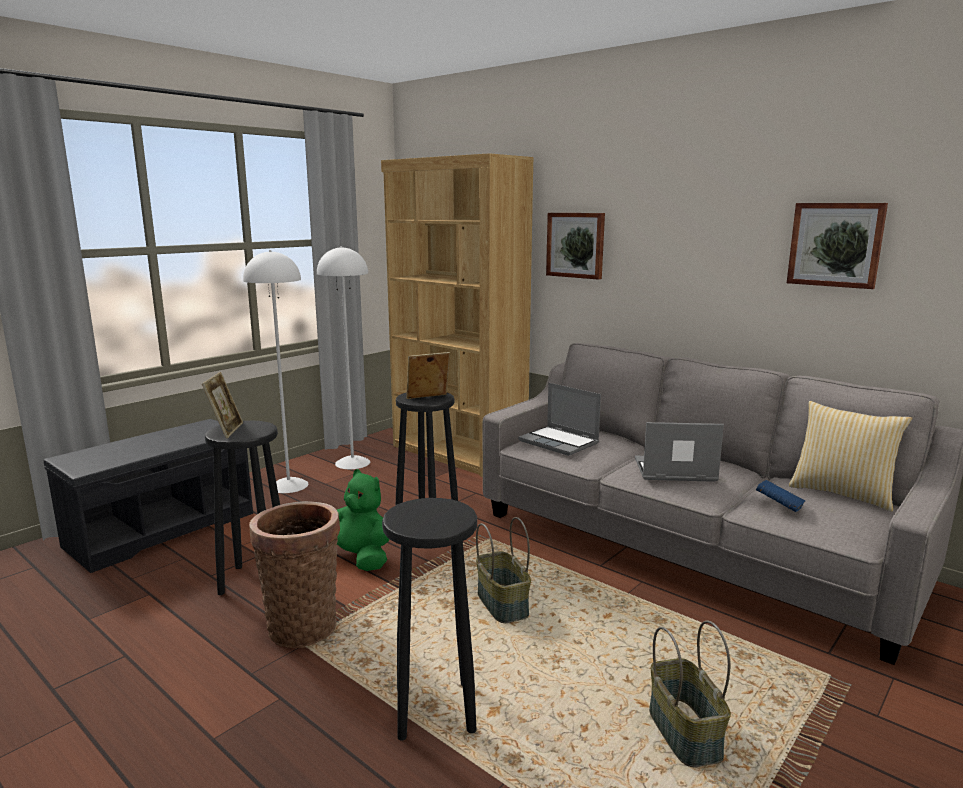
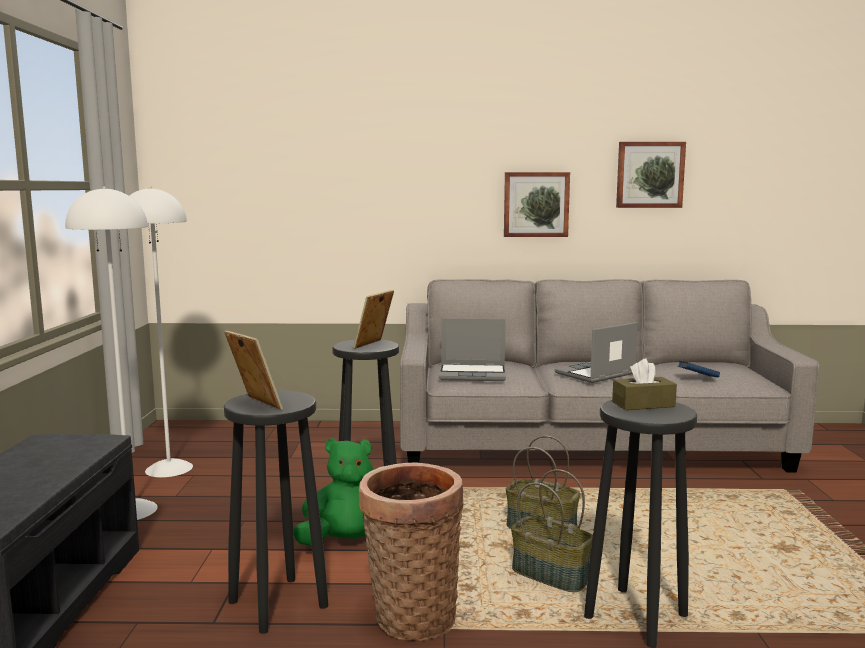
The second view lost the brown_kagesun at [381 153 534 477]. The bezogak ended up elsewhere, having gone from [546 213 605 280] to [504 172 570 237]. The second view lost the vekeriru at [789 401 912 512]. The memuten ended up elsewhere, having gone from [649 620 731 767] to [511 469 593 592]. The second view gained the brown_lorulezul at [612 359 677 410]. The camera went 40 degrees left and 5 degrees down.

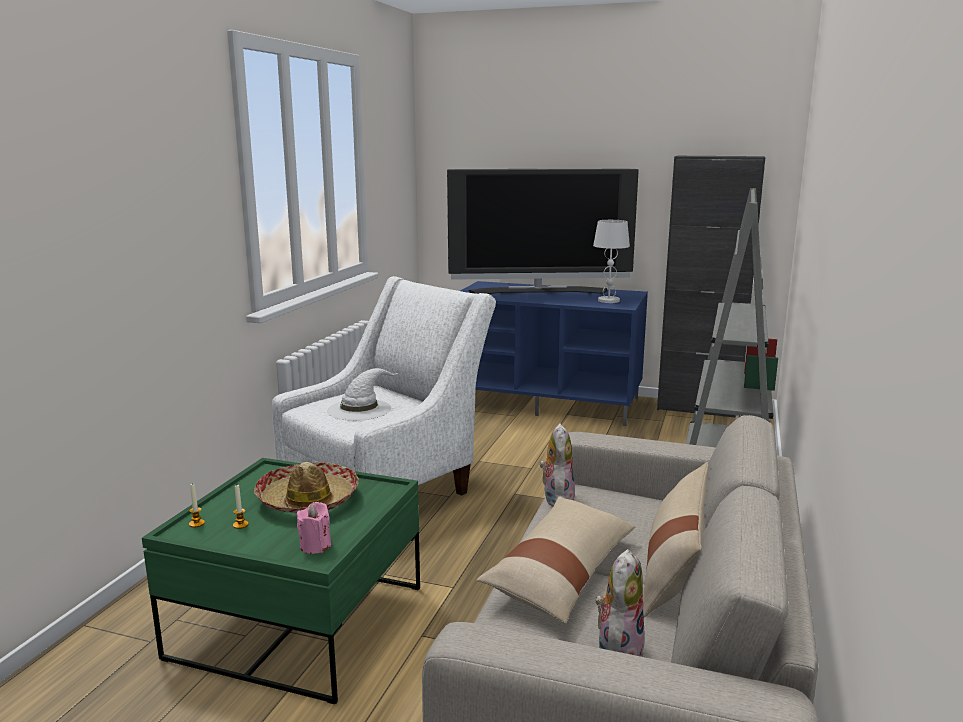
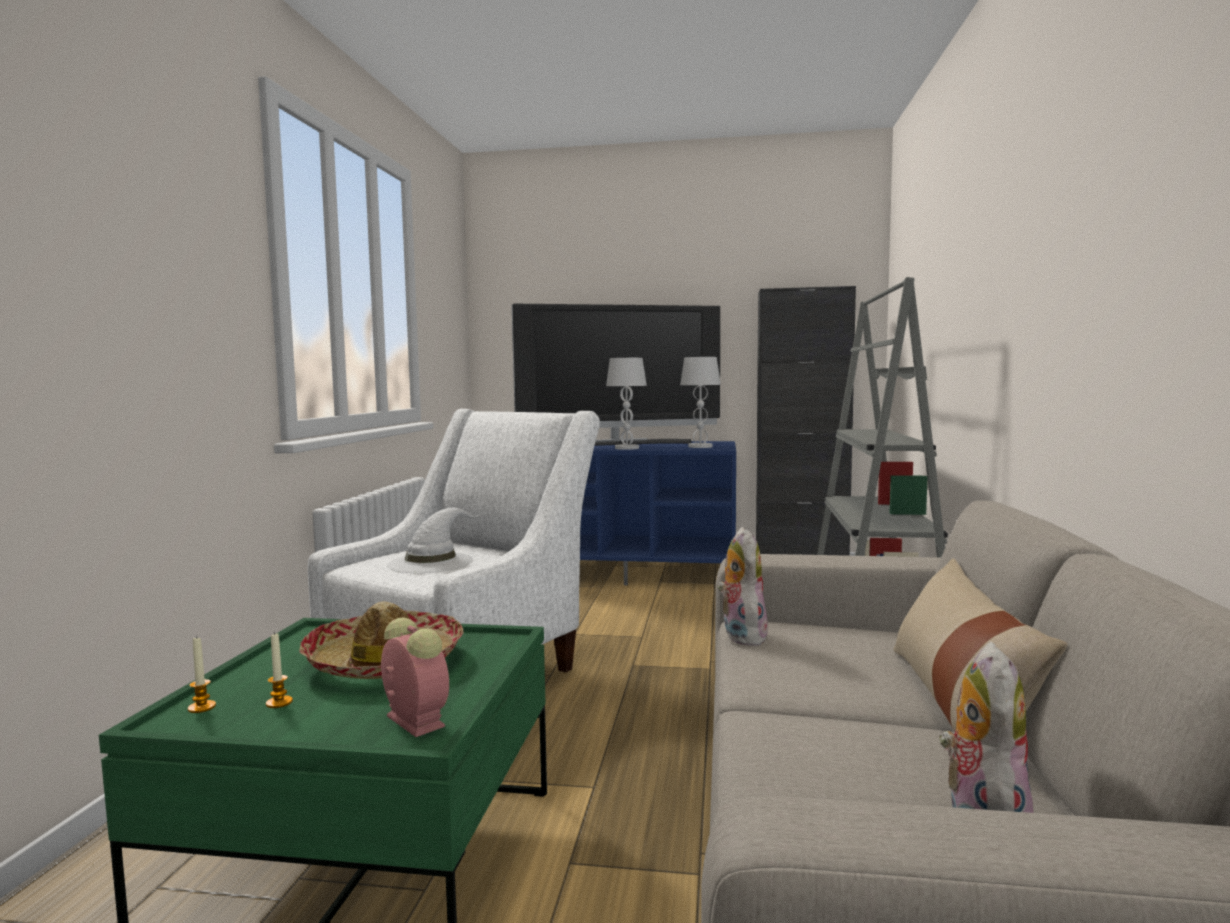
The second view lost the beige_vekeriru at [477 496 636 624]. Where the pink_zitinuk stood at [297 502 331 554], the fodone came to stand at [381 617 449 737]. The second view gained the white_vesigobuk at [606 358 647 450]. The camera went 10 degrees left and 10 degrees down.

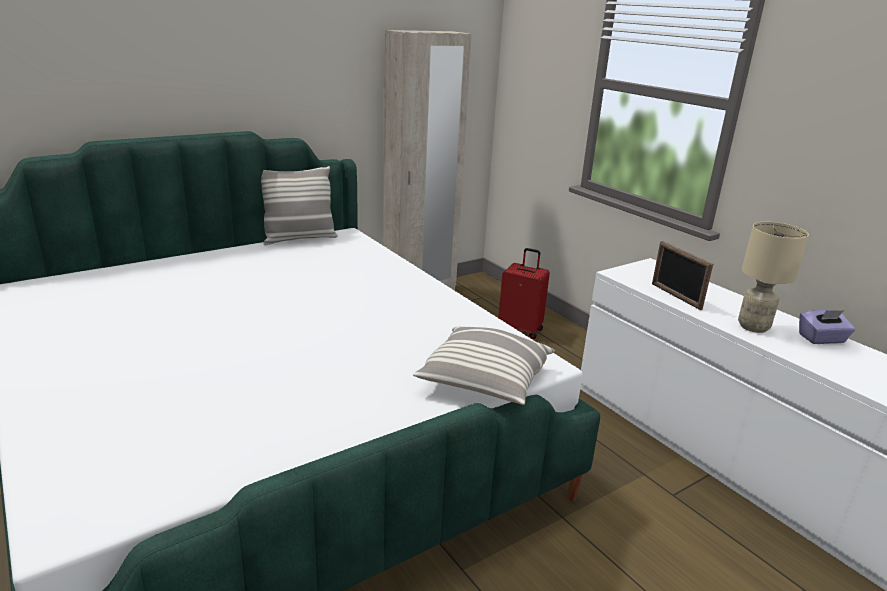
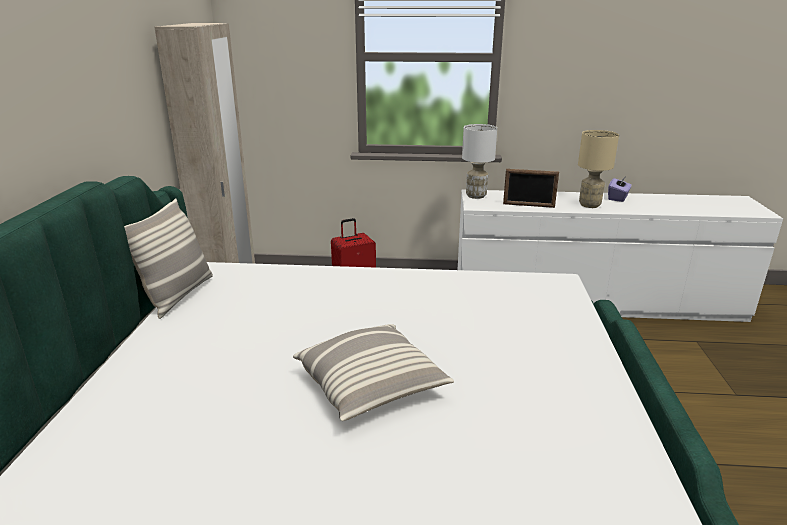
The vekeriru ended up elsewhere, having gone from [413 326 555 405] to [293 324 454 421]. The second view gained the white_vesigobuk at [462 124 497 199]. The camera went 50 degrees left and 0 degrees up.

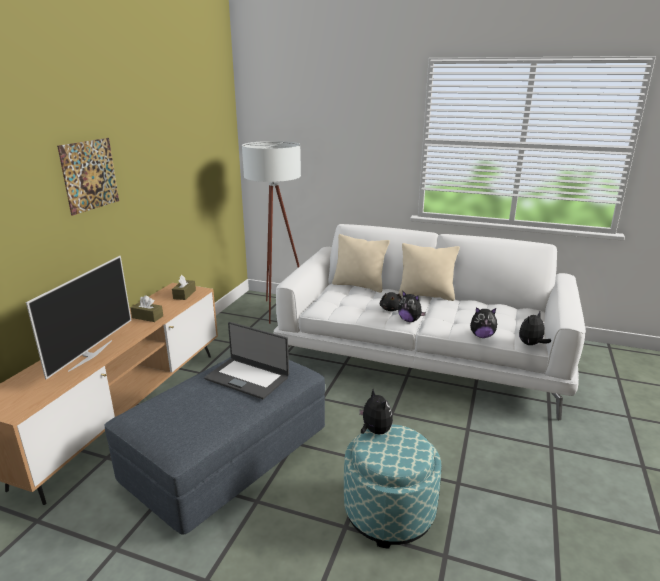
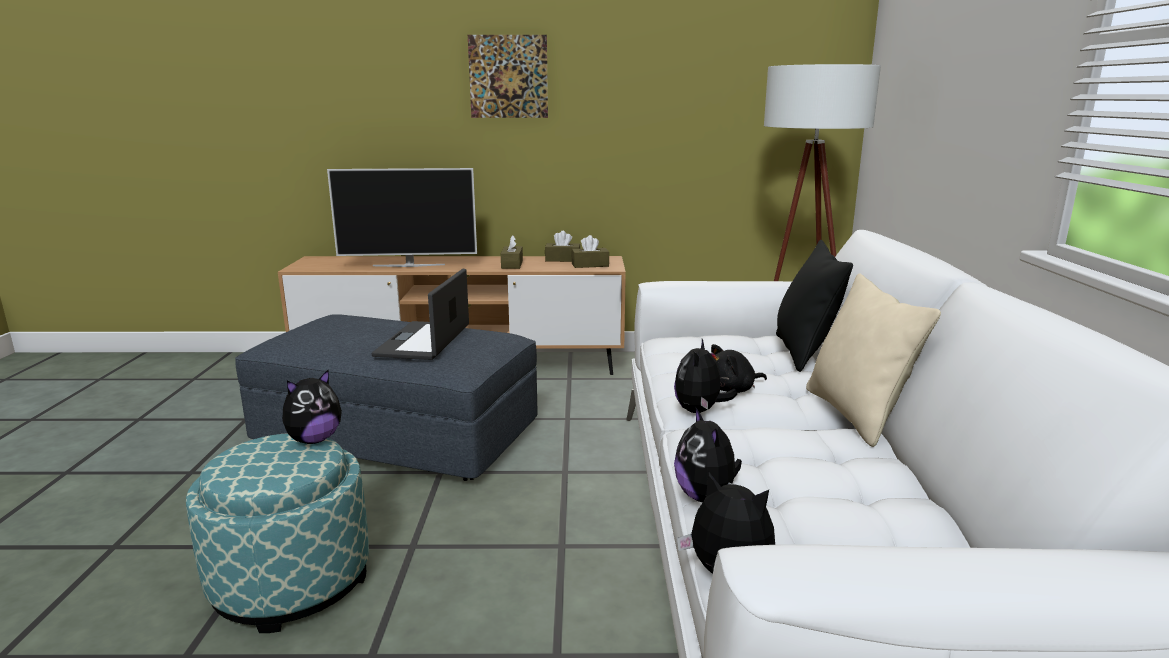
What was the beige_vekeriru at [332 234 390 293] turned into the black_vekeriru at [776 240 853 372]. The second view gained the brown_lorulezul at [545 231 580 262]. The camera went 70 degrees right and 5 degrees down.

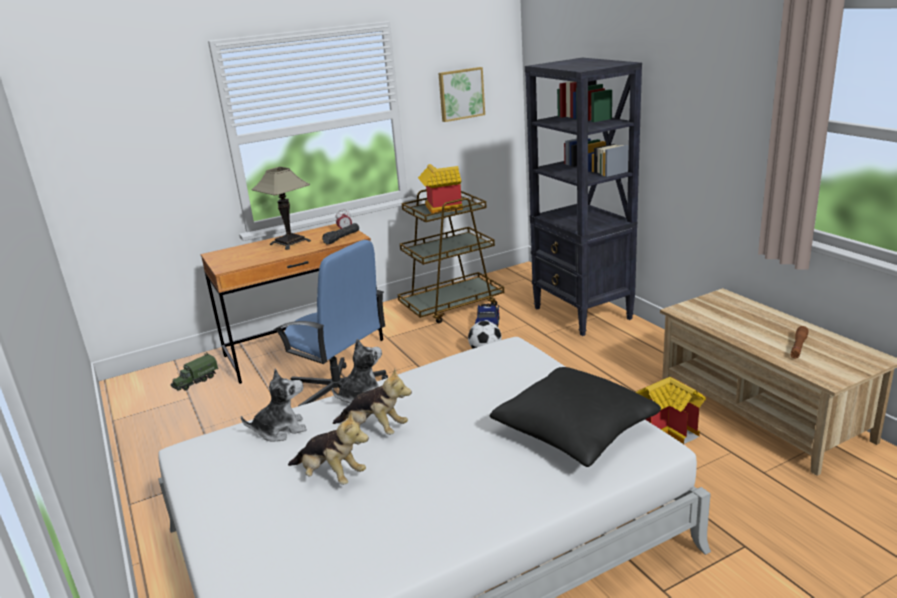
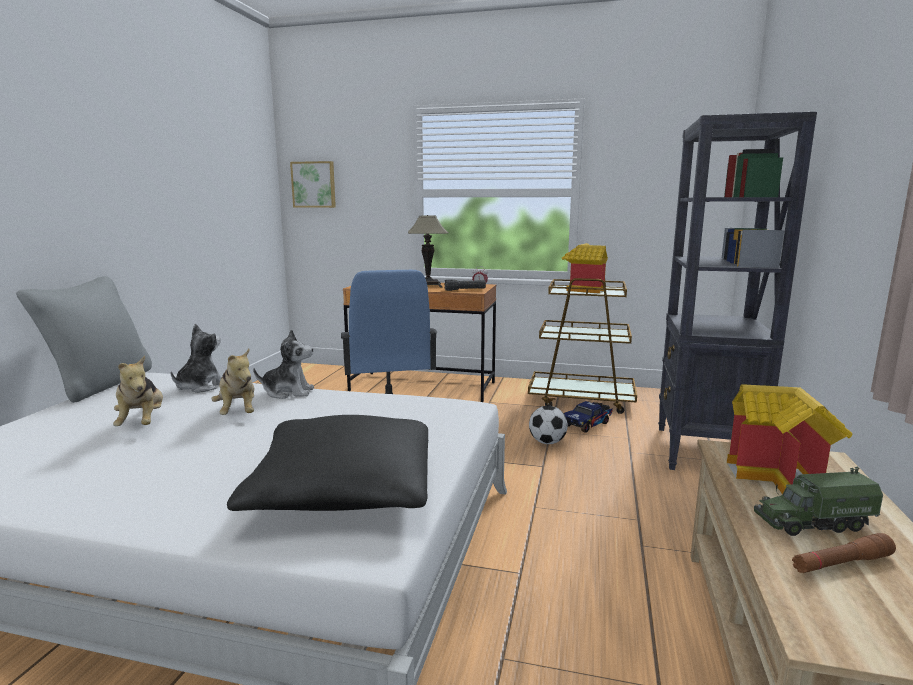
The bezogak ended up elsewhere, having gone from [438 67 485 122] to [290 161 336 208]. The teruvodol ended up elsewhere, having gone from [171 352 218 391] to [754 466 883 536]. The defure at [241 368 307 442] ended up facing another way, 90 degrees counterclockwise from before. The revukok ended up elsewhere, having gone from [636 377 706 444] to [727 384 852 494]. The second view gained the grey_vekeriru at [16 276 152 403]. The camera went 40 degrees right and 10 degrees down.

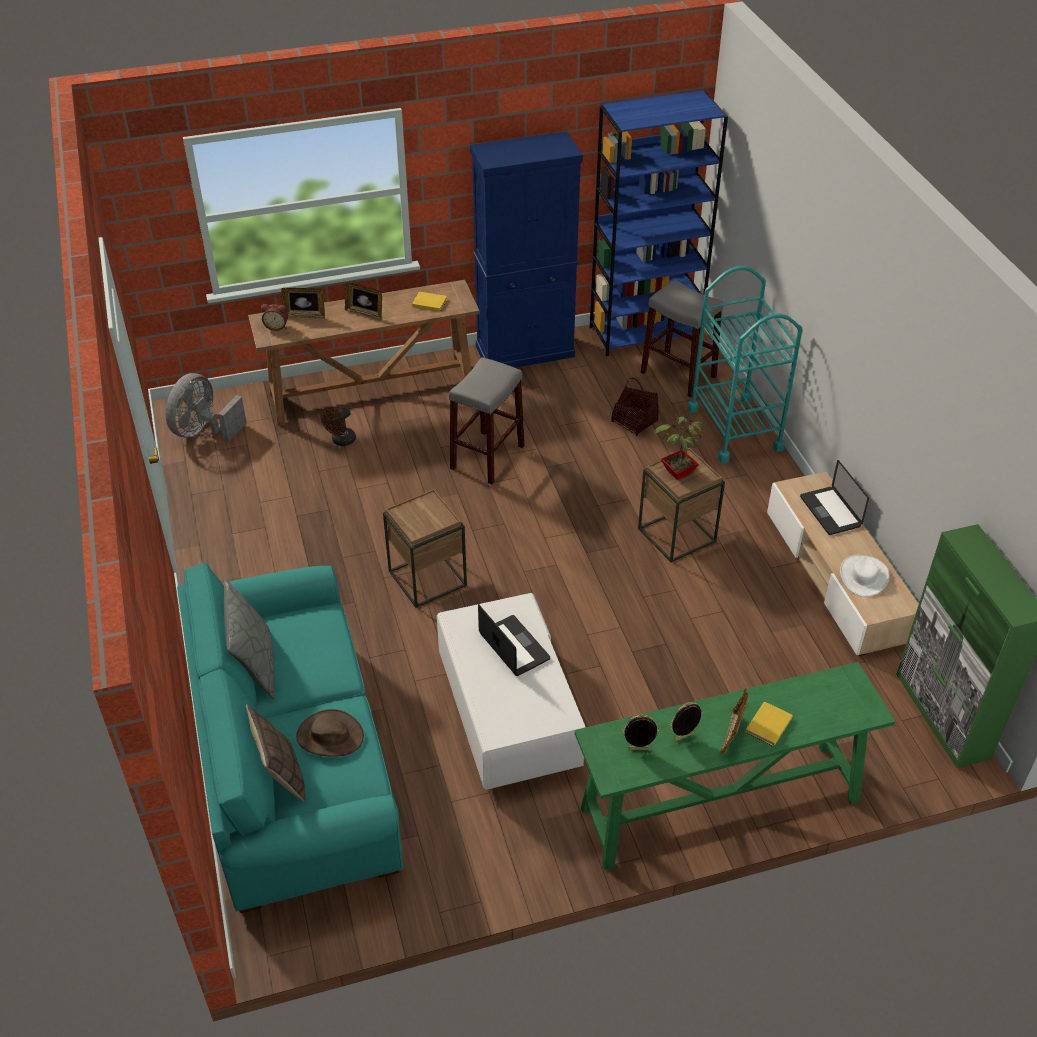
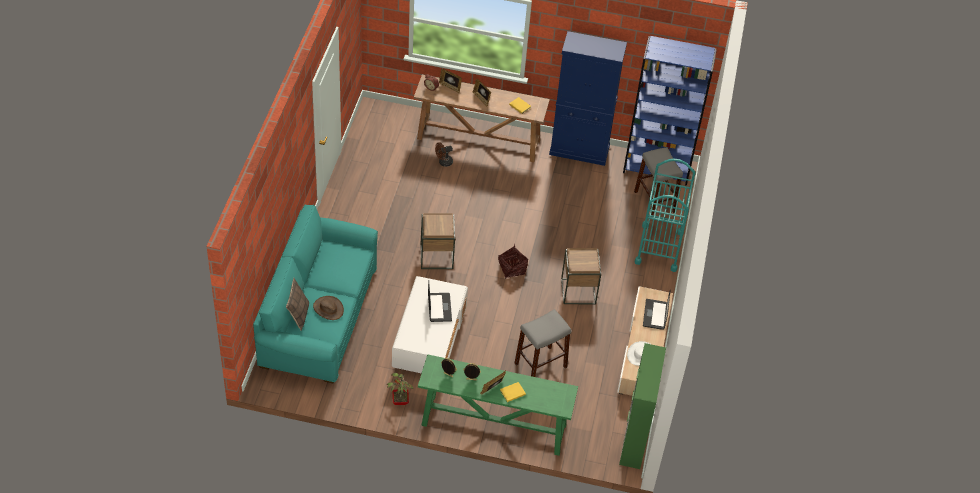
The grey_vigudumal ended up elsewhere, having gone from [449 357 524 484] to [514 309 571 377]. The second view lost the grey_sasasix at [166 373 247 442]. The memuten ended up elsewhere, having gone from [611 378 659 436] to [498 244 528 279]. The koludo ended up elsewhere, having gone from [653 409 707 480] to [387 373 413 405]. The second view lost the grey_vekeriru at [224 579 275 699]. The camera went 25 degrees right and 5 degrees up.

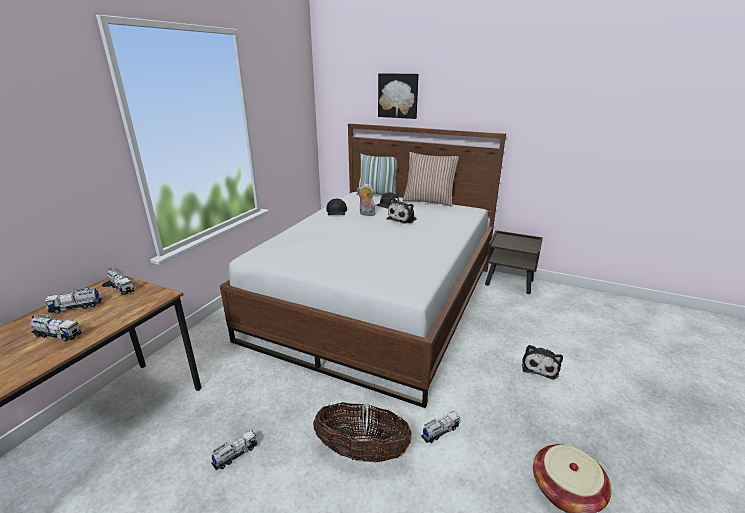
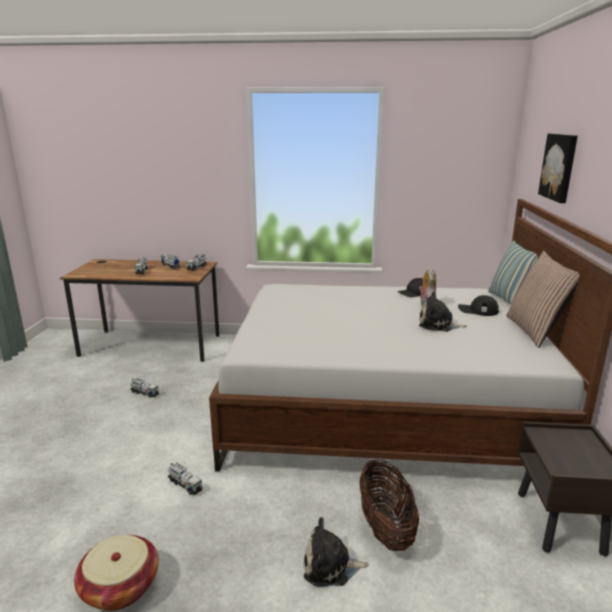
The memuten ended up elsewhere, having gone from [313 402 412 463] to [359 459 419 551]. The camera went 70 degrees right and 5 degrees down.

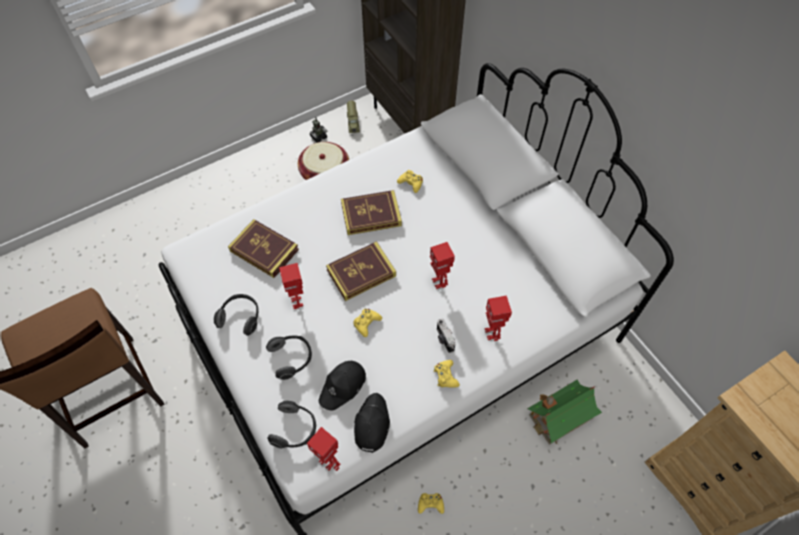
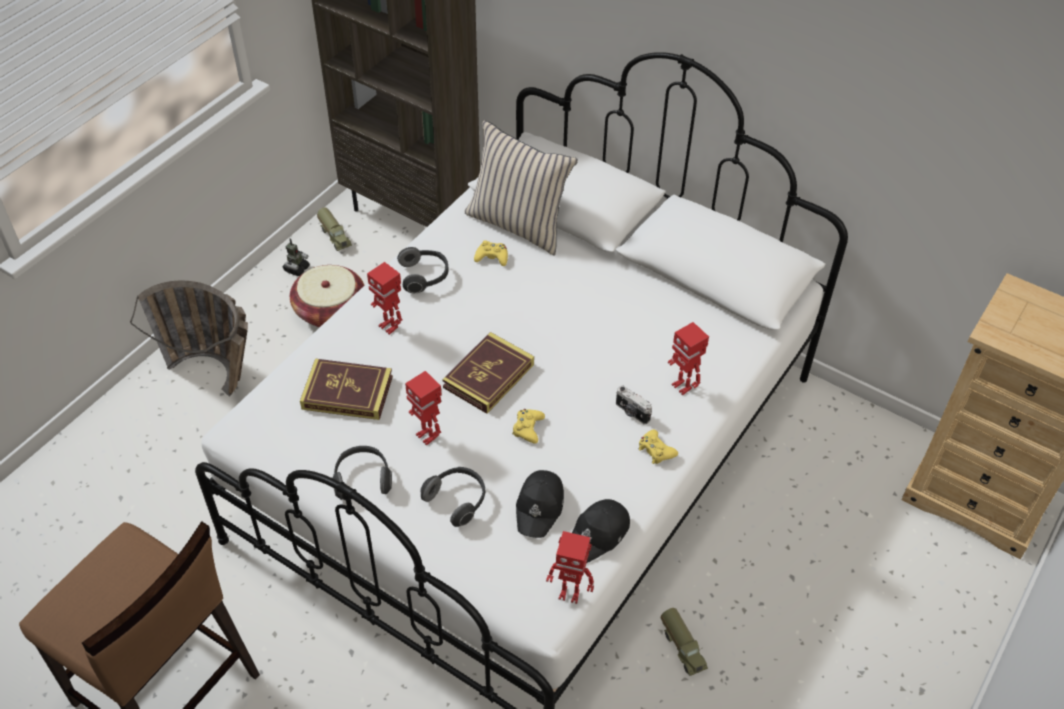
The second view lost the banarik at [341 190 402 235]. The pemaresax ended up elsewhere, having gone from [430 242 455 289] to [367 262 402 335]. The second view lost the revukok at [527 380 602 445]. The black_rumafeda at [354 393 390 453] ended up facing another way, 120 degrees counterclockwise from before. The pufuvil ended up elsewhere, having gone from [267 401 316 449] to [397 247 449 293]. Where the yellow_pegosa stood at [418 493 444 514], the teruvodol came to stand at [661 608 708 676]. The second view gained the beige_vekeriru at [464 120 578 256]. The second view gained the memuten at [130 280 248 396]. The camera went 25 degrees left and 10 degrees down.

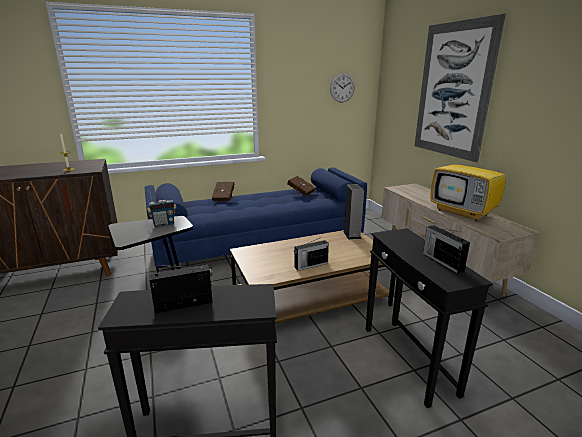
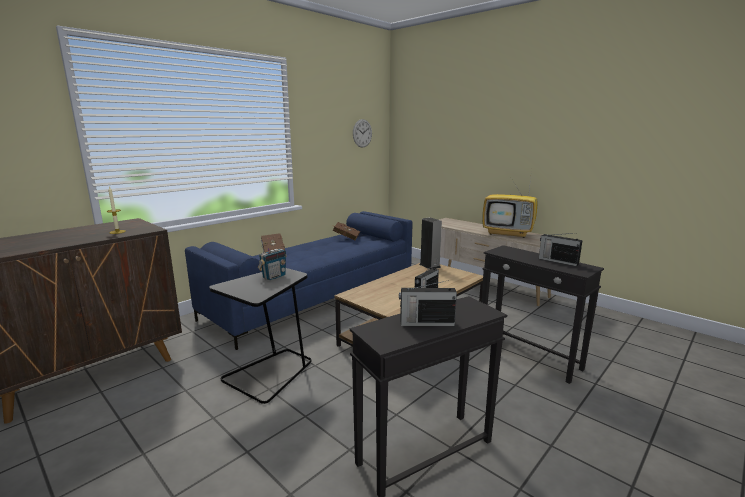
The second view lost the bezogak at [415 14 506 162]. The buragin at [149 265 213 314] ended up facing another way, 135 degrees counterclockwise from before. The camera went 25 degrees left and 5 degrees down.

